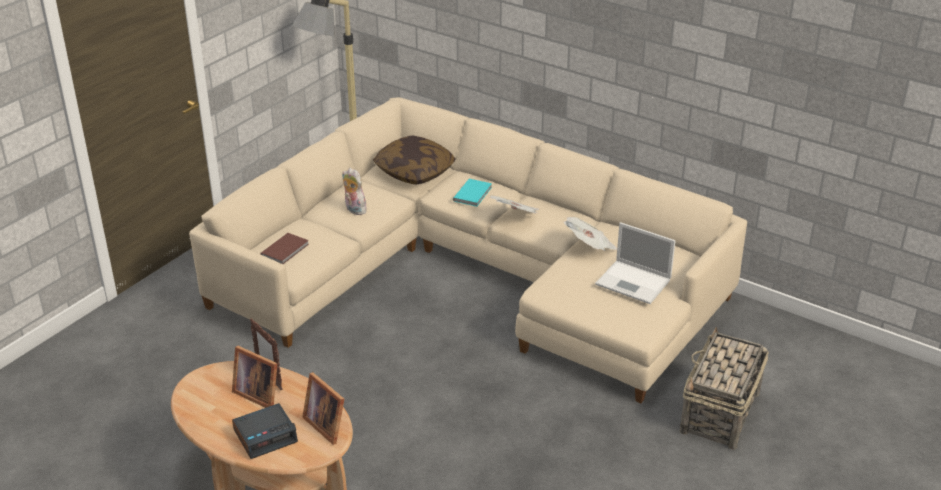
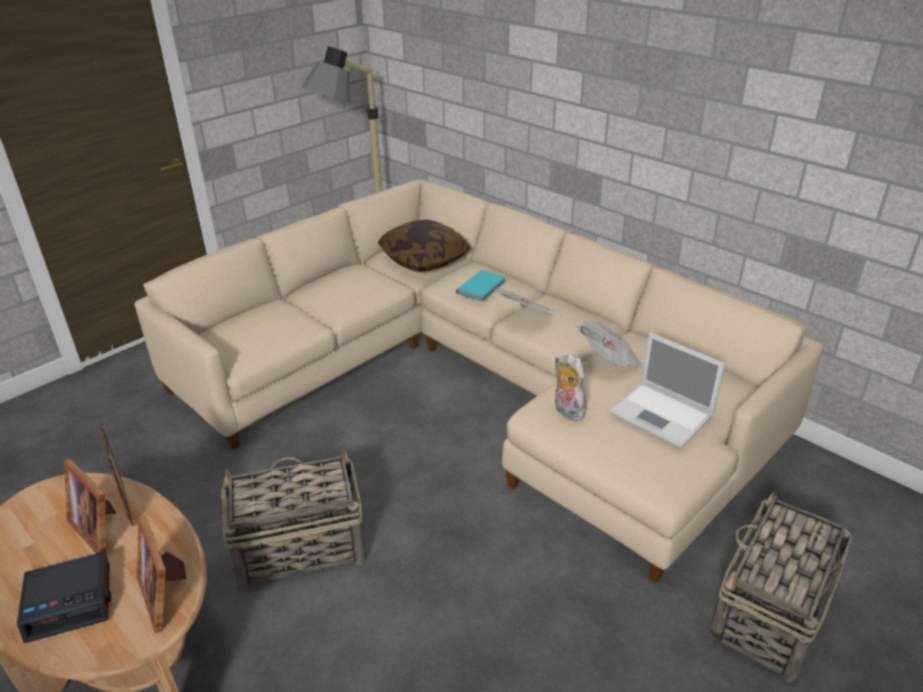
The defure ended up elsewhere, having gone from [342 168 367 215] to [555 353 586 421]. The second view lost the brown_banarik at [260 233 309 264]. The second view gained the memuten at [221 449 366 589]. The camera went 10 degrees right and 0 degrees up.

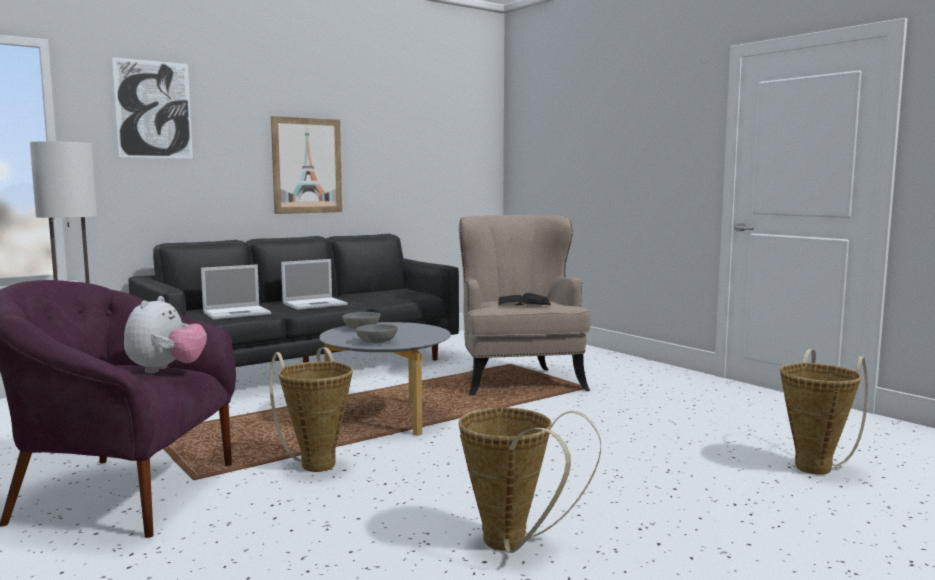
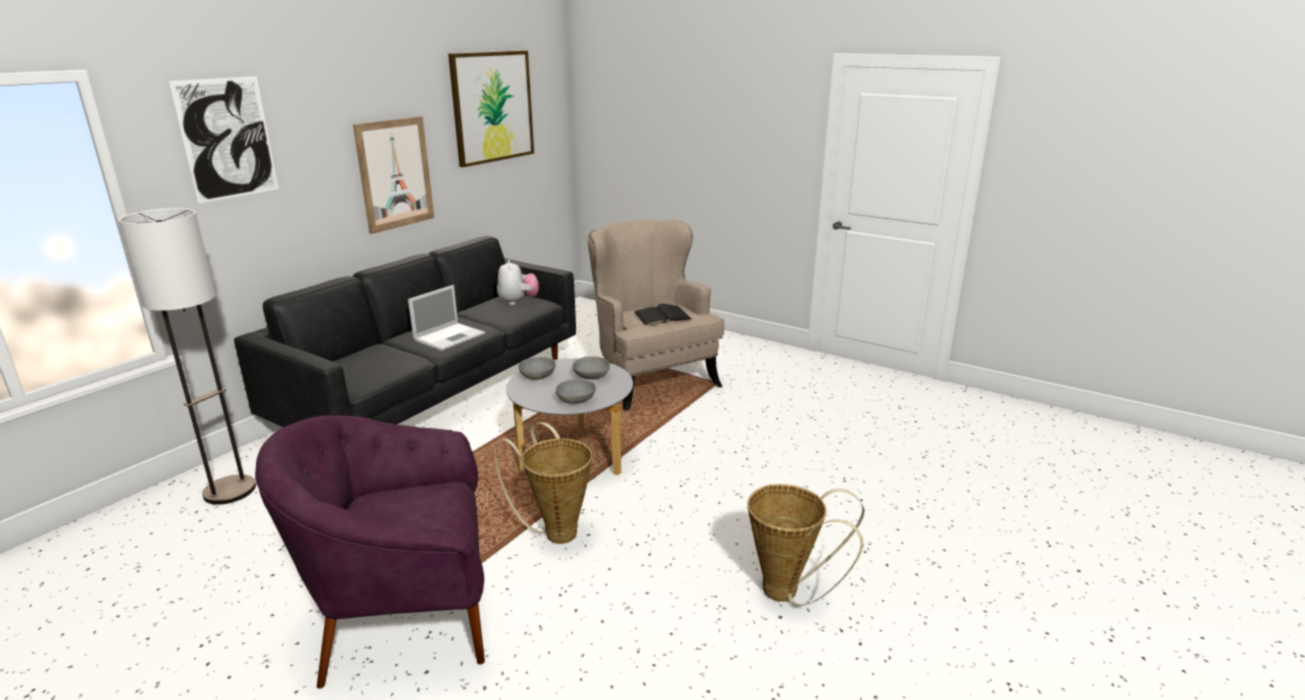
The second view lost the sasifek at [201 265 271 320]. The defure ended up elsewhere, having gone from [124 296 207 373] to [497 259 539 305]. The second view lost the memuten at [780 349 868 475]. The second view gained the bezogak at [448 50 534 167]. The second view gained the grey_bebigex at [572 356 610 379]. The camera went 20 degrees left and 15 degrees up.

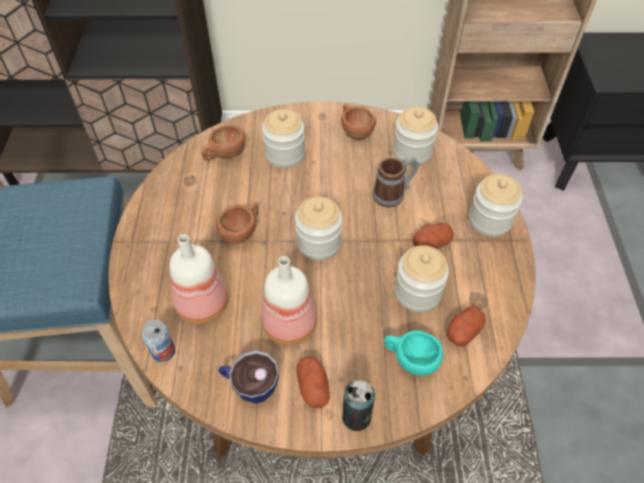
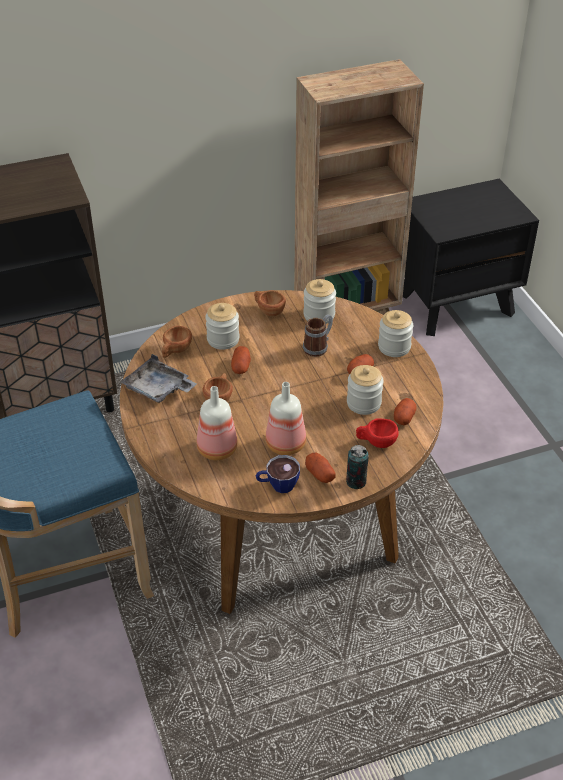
The second view lost the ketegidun at [295 196 342 260]. The second view lost the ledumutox at [142 320 175 362]. What was the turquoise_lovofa at [384 330 443 376] turned into the red_lovofa at [356 418 398 448]. The second view gained the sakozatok at [231 346 251 374]. The second view gained the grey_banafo at [121 354 196 403]. The camera went 20 degrees left and 10 degrees down.

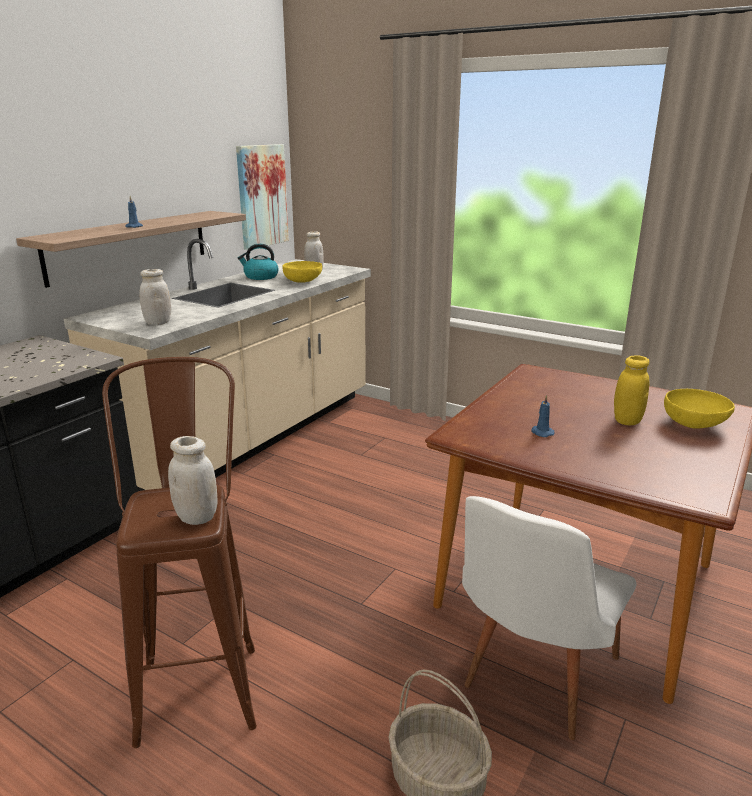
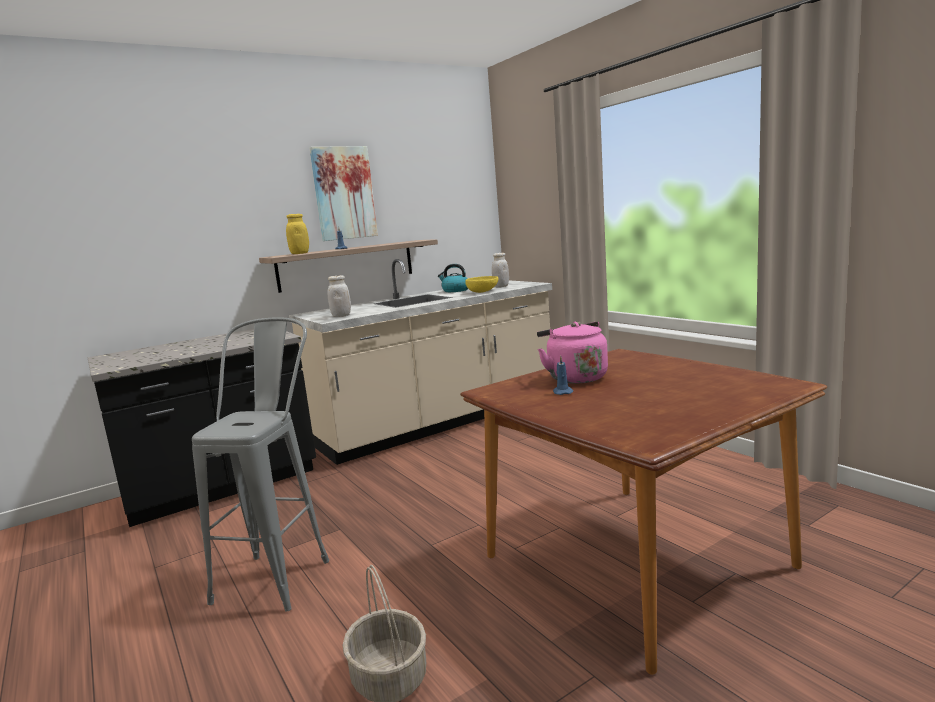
The bezogak ended up elsewhere, having gone from [236 144 289 250] to [309 146 378 241]. The yellow_ketegidun ended up elsewhere, having gone from [614 355 650 425] to [286 214 309 254]. What was the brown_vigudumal at [102 357 257 748] turned into the grey_vigudumal at [192 318 329 612]. The second view lost the yellow_bebigex at [664 389 735 429]. The second view lost the white_ketegidun at [168 436 218 525]. The second view lost the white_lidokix at [462 496 637 740]. The second view gained the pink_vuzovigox at [537 321 608 384]. The camera went 25 degrees right and 10 degrees down.

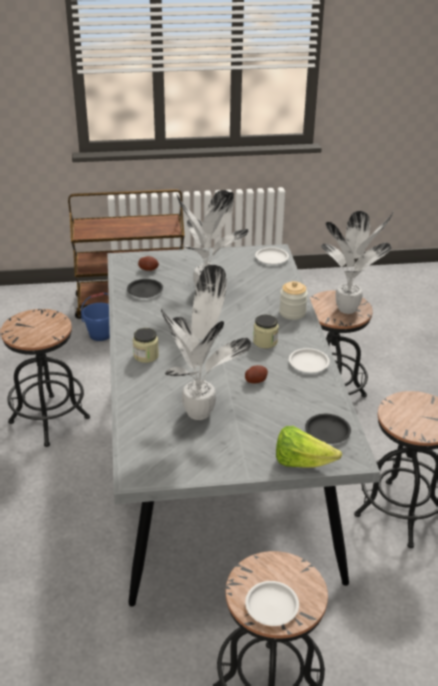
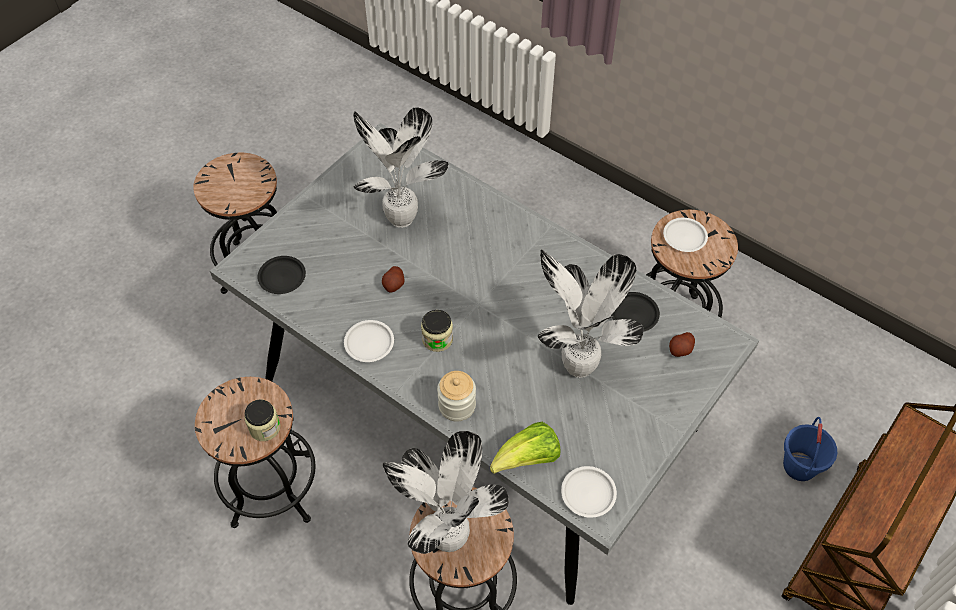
The ketegidun ended up elsewhere, having gone from [133 328 159 363] to [244 400 281 441]. The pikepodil ended up elsewhere, having gone from [276 426 342 468] to [490 422 560 474]. The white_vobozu ended up elsewhere, having gone from [245 581 299 626] to [663 218 708 252]. The camera went 135 degrees right and 20 degrees up.

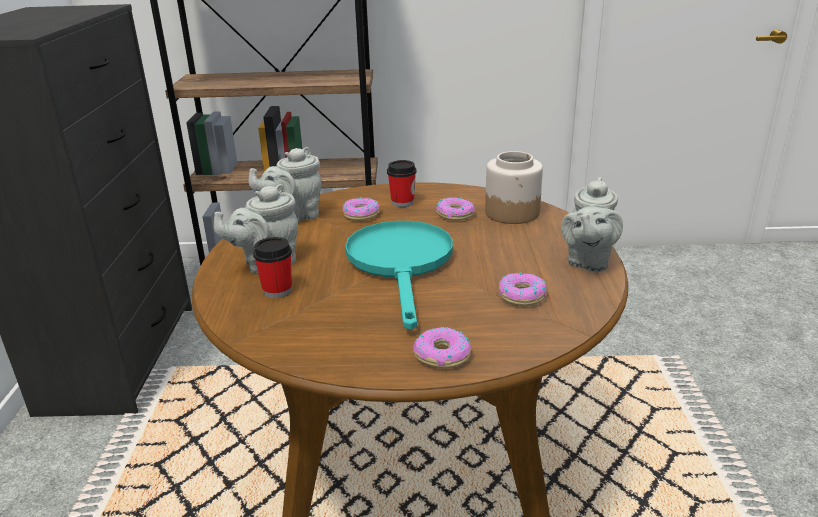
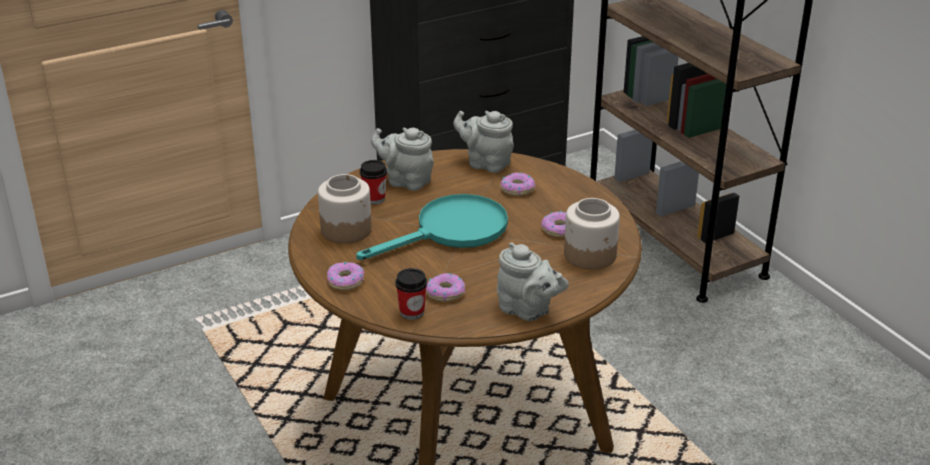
The lovofa ended up elsewhere, having gone from [387 160 416 207] to [395 268 427 320]. The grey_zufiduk at [561 177 623 272] ended up facing another way, 135 degrees counterclockwise from before. The second view gained the ketegidun at [318 174 372 244]. The camera went 60 degrees right and 5 degrees up.

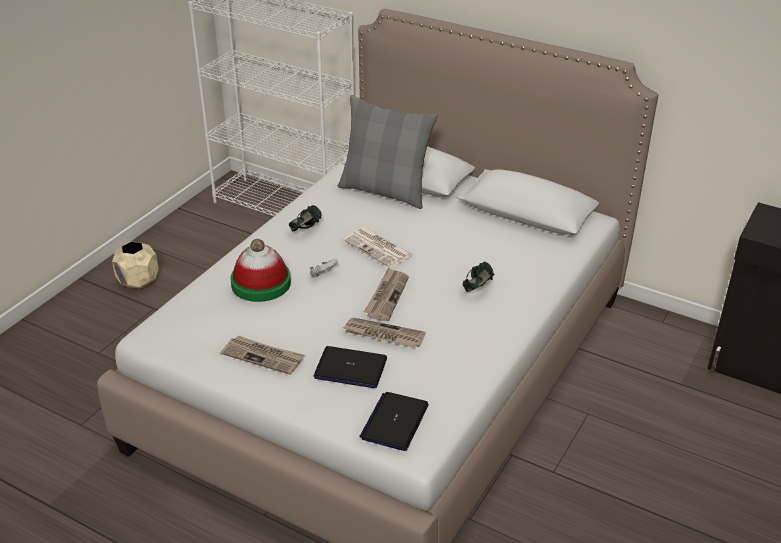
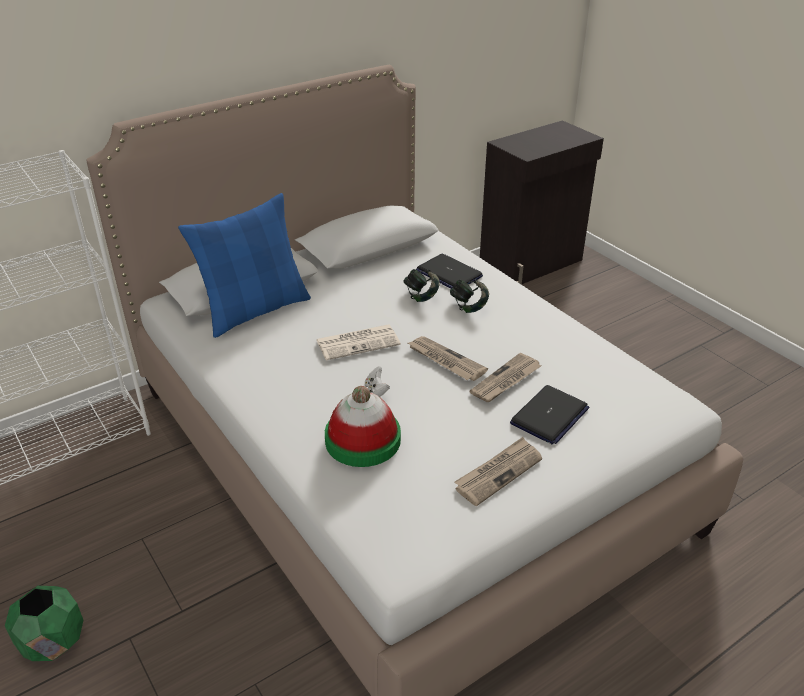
What was the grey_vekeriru at [338 95 438 209] turned into the blue_vekeriru at [178 193 311 338]. The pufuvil ended up elsewhere, having gone from [289 205 322 231] to [403 269 440 302]. What was the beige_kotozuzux at [112 241 159 289] turned into the green_kotozuzux at [5 586 84 661]. The sasifek ended up elsewhere, having gone from [359 392 429 451] to [416 254 483 288]. The camera went 65 degrees left and 0 degrees up.

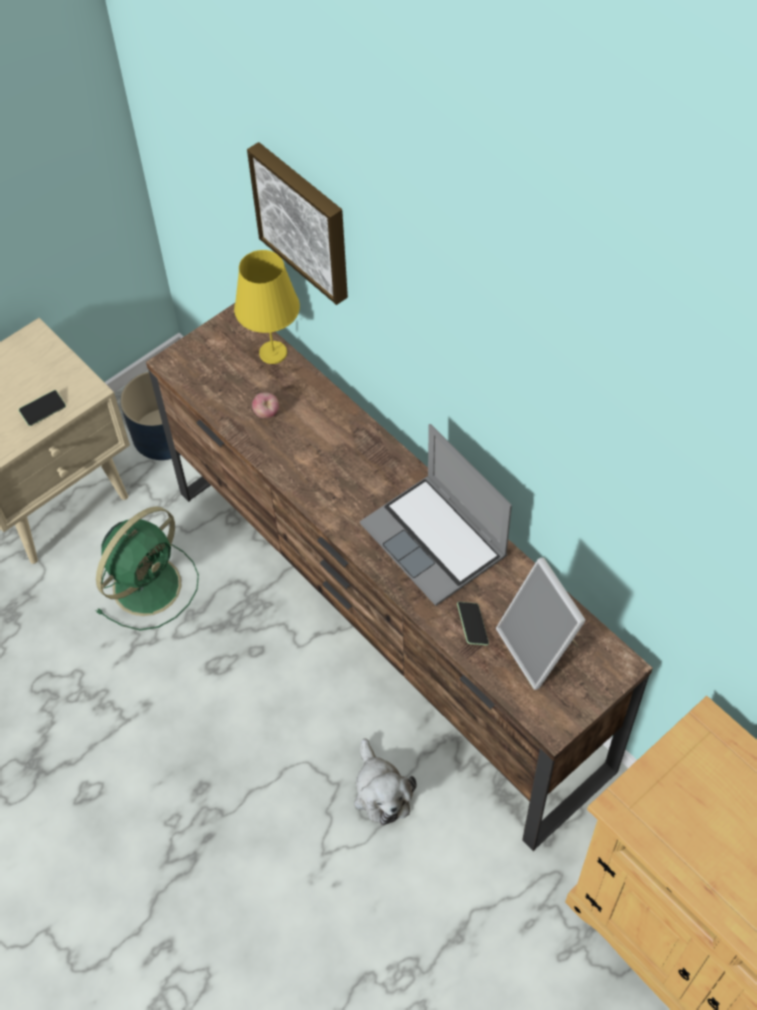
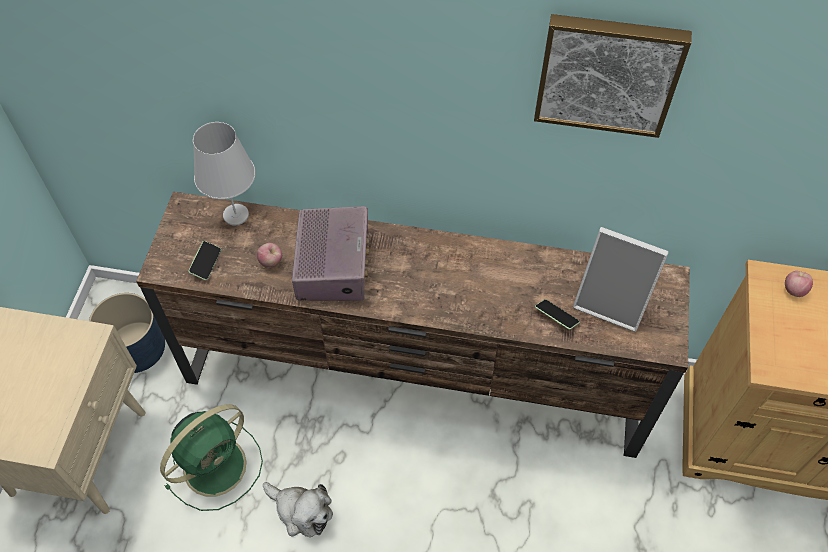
The bezogak ended up elsewhere, having gone from [247 142 348 305] to [534 14 692 138]. What was the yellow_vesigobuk at [234 250 300 364] turned into the white_vesigobuk at [193 122 256 226]. The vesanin ended up elsewhere, having gone from [18 390 66 426] to [188 241 221 280]. The second view lost the sasifek at [360 424 512 606]. The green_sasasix at [95 506 199 630] ended up facing another way, 45 degrees clockwise from before. The defure ended up elsewhere, having gone from [354 738 417 826] to [263 482 333 537]. The second view gained the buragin at [292 206 370 301]. The second view gained the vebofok at [785 271 813 297]. The camera went 40 degrees left and 0 degrees up.

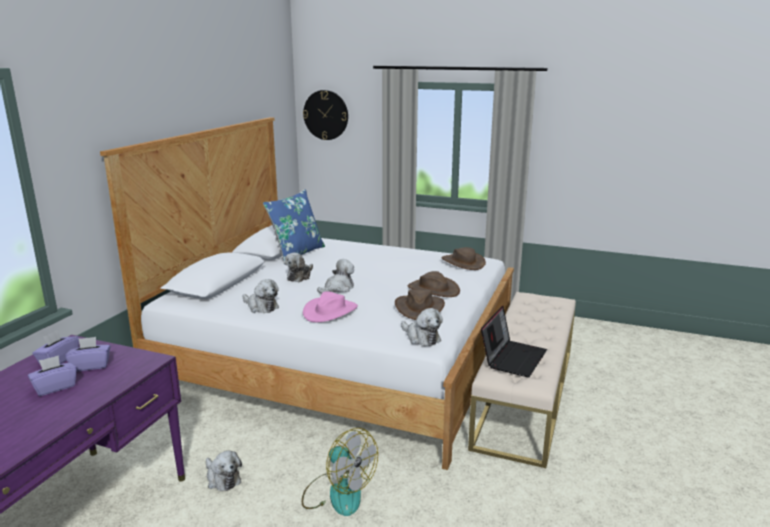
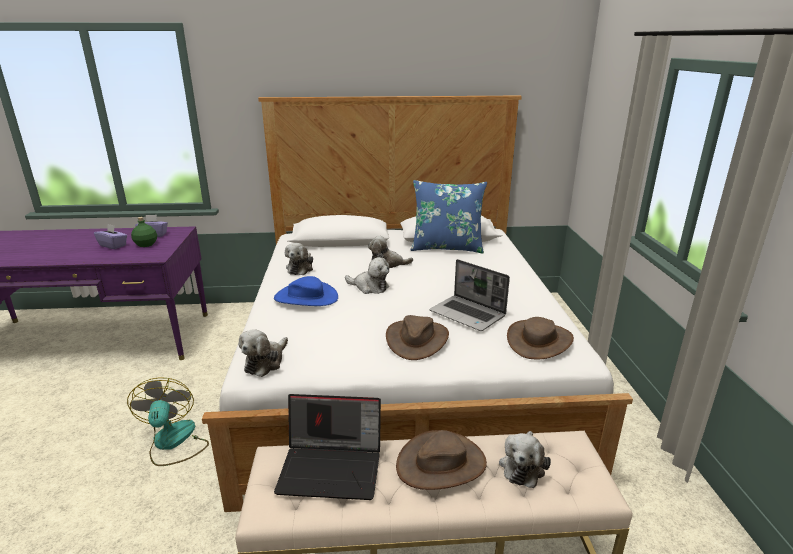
The second view lost the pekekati at [303 90 348 140]. The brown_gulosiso ended up elsewhere, having gone from [395 289 445 320] to [396 430 487 490]. What was the pink_gulosiso at [303 291 358 322] turned into the blue_gulosiso at [274 276 338 306]. Where the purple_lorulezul stood at [65 337 111 372], the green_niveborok came to stand at [131 217 157 247]. The sasasix at [302 428 378 516] ended up facing another way, 150 degrees clockwise from before. The defure ended up elsewhere, having gone from [206 451 242 491] to [499 431 551 488]. The second view gained the sasifek at [430 259 510 331]. The camera went 65 degrees right and 5 degrees up.

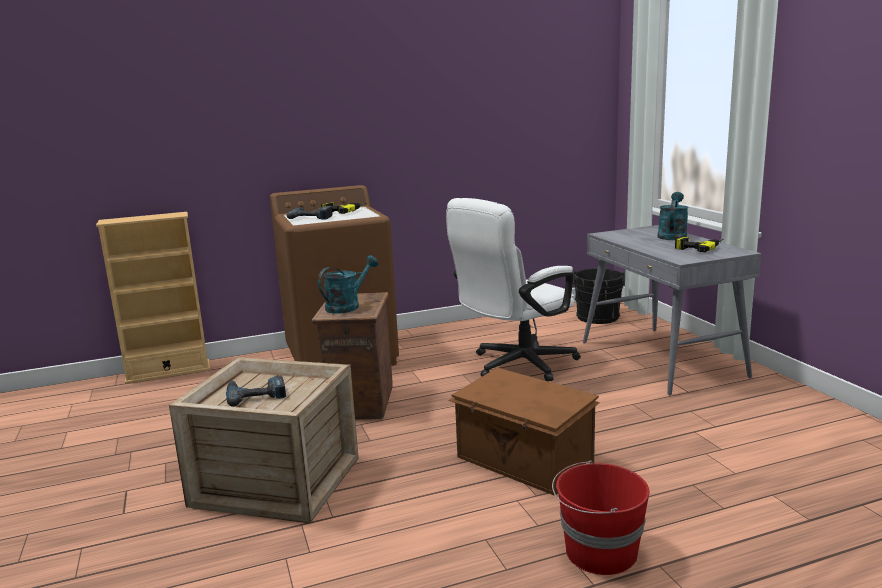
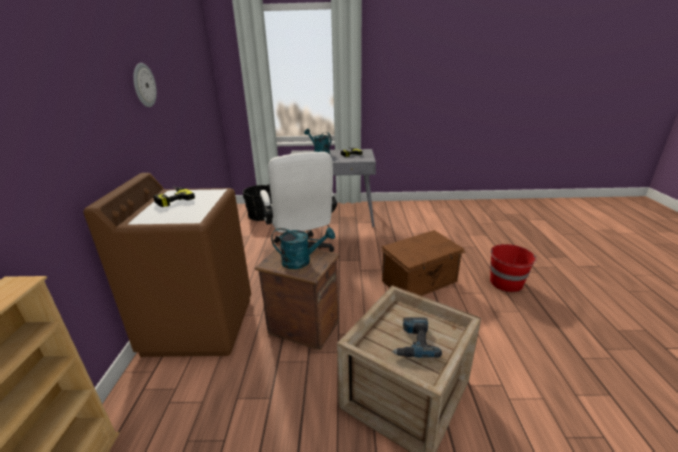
The second view lost the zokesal at [287 206 333 220]. The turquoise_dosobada at [318 255 378 314] ended up facing another way, 120 degrees clockwise from before. The second view gained the pekekati at [133 63 157 107]. The camera went 70 degrees left and 10 degrees up.

